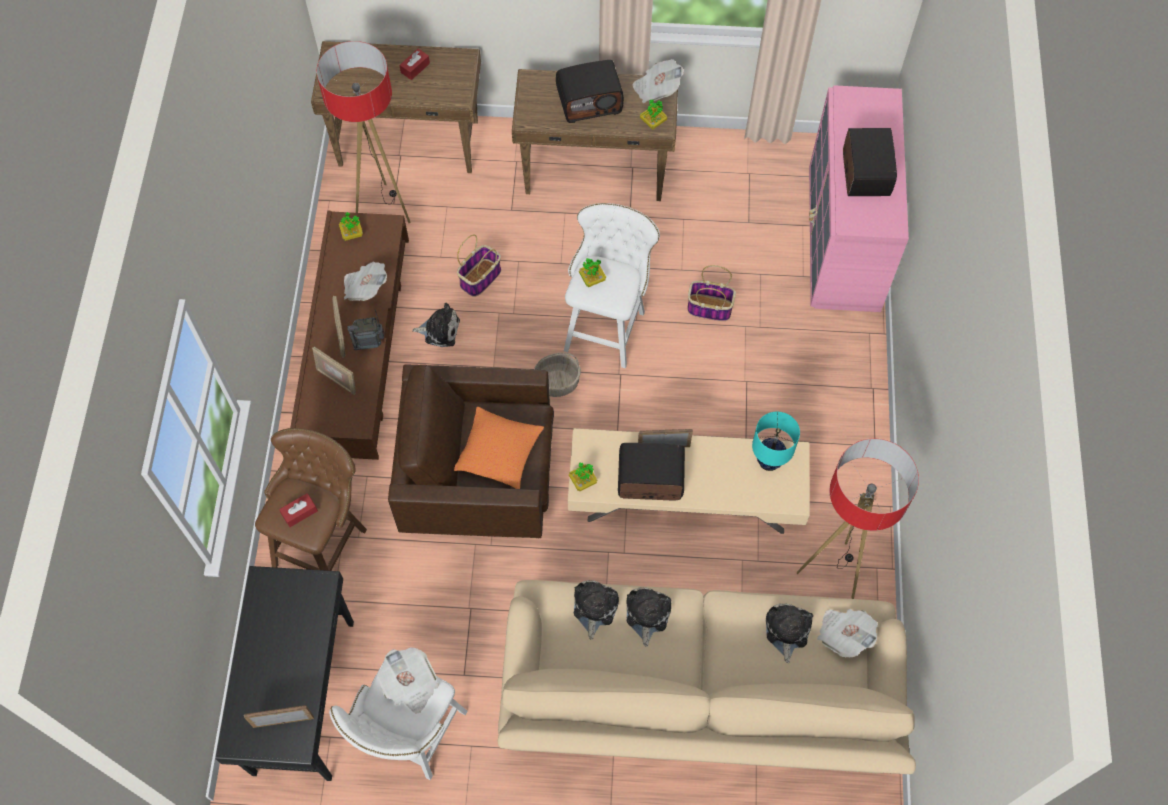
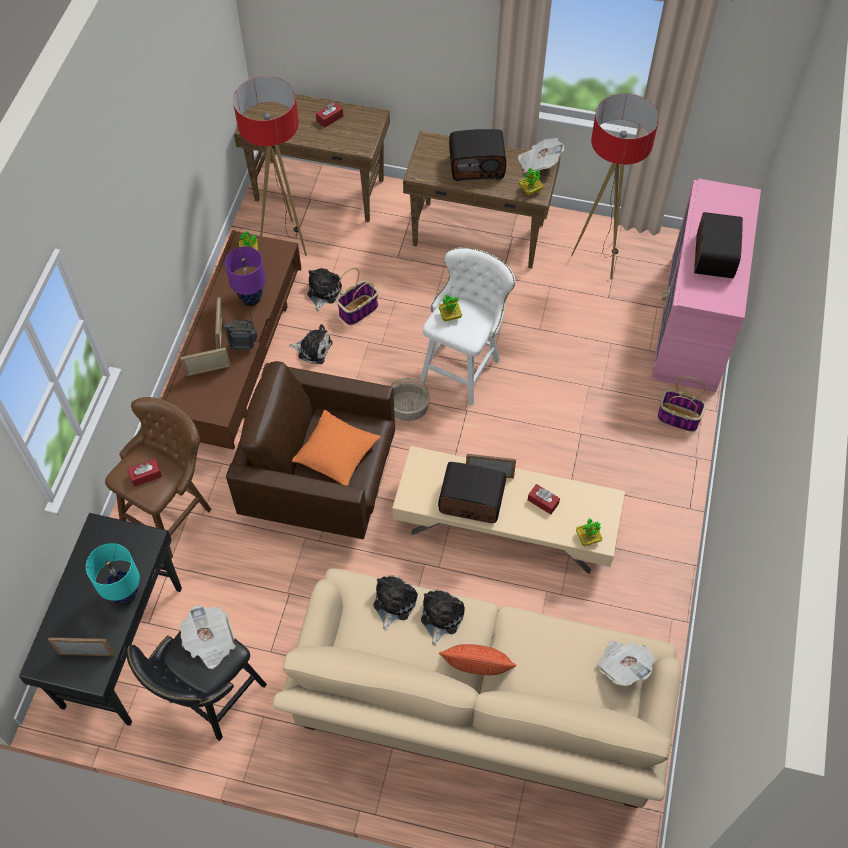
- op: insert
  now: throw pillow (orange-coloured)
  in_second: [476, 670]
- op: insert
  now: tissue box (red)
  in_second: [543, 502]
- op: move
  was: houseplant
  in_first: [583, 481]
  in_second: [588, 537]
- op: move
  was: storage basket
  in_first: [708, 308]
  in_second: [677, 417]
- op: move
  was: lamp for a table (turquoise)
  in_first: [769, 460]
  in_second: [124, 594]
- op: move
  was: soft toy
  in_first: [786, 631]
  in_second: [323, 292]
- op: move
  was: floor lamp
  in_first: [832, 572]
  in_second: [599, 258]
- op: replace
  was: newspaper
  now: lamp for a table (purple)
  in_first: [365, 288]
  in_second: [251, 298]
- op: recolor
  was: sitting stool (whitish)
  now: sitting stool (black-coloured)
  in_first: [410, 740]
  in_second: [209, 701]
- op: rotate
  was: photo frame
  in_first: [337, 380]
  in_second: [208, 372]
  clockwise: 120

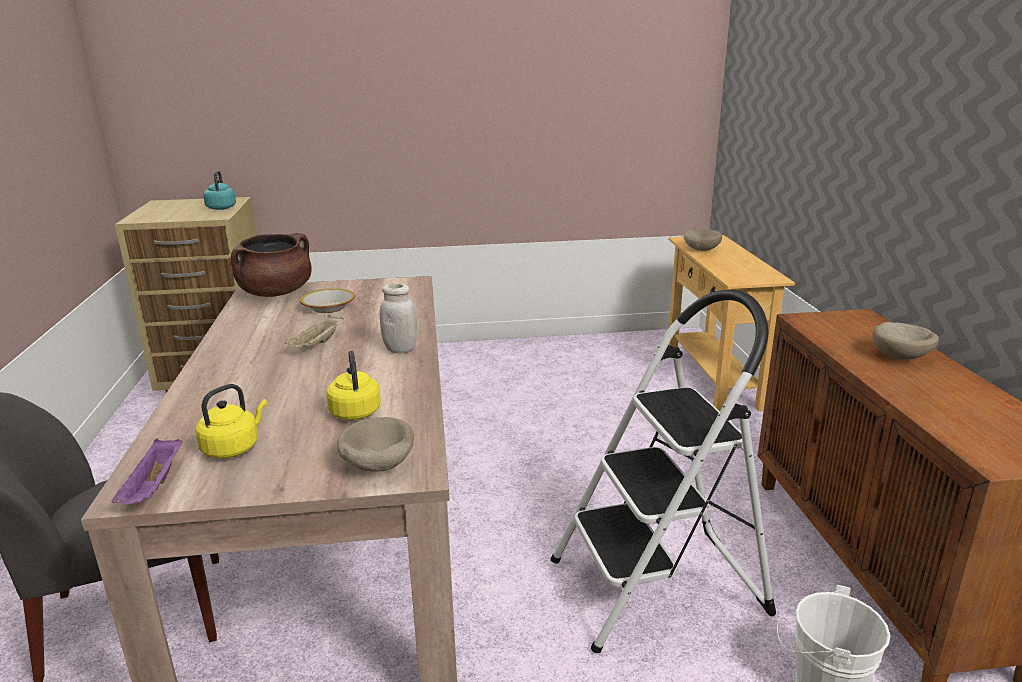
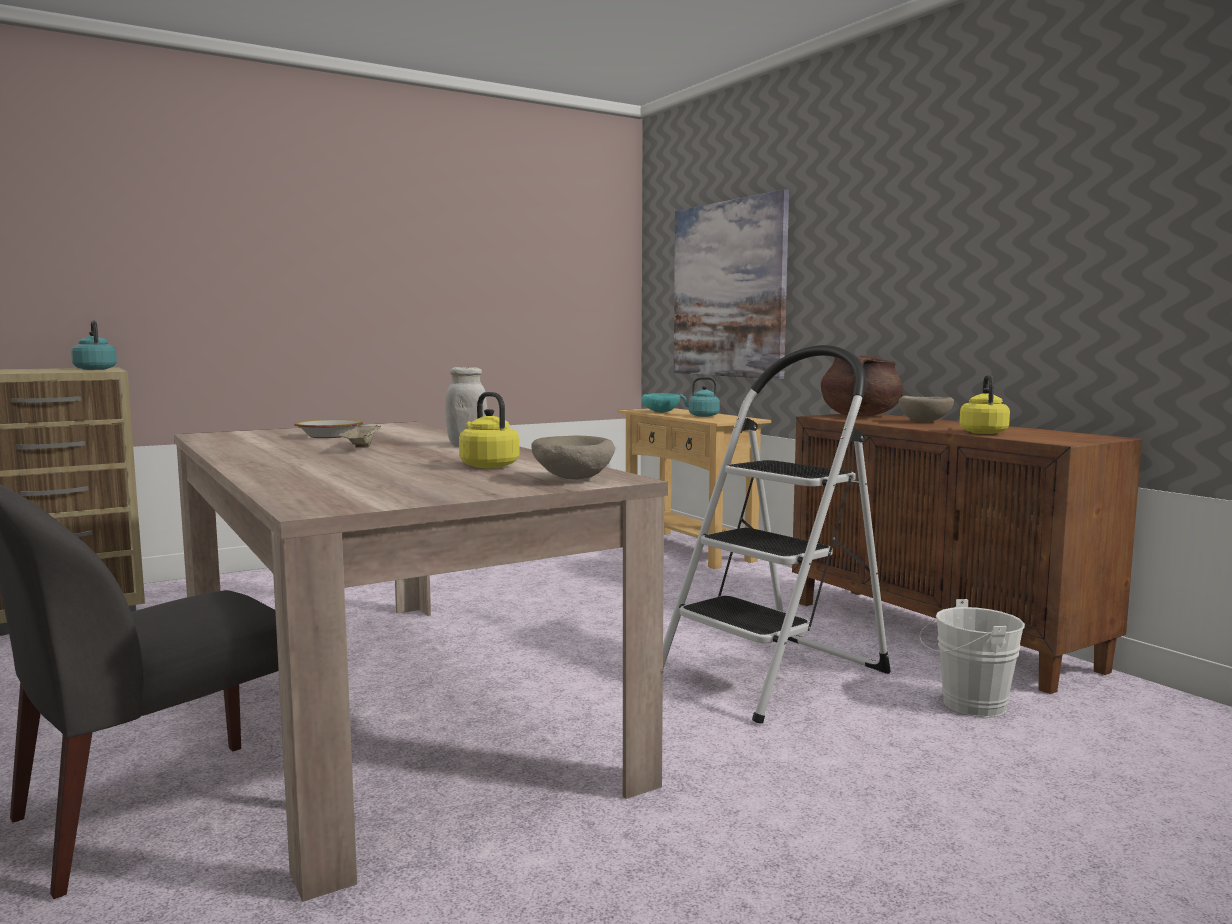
- op: delete
  was: serving tray (purple)
  in_first: [154, 487]
- op: insert
  now: wall art
  in_second: [728, 289]
- op: insert
  now: tea kettle (turquoise)
  in_second: [701, 416]
- op: move
  was: tea kettle (yellow)
  in_first: [233, 448]
  in_second: [983, 432]
- op: move
  was: stockpot (brown-coloured)
  in_first: [276, 293]
  in_second: [860, 416]
- op: recolor
  was: bowl (beige-coloured)
  now: bowl (turquoise)
  in_first: [700, 249]
  in_second: [659, 412]

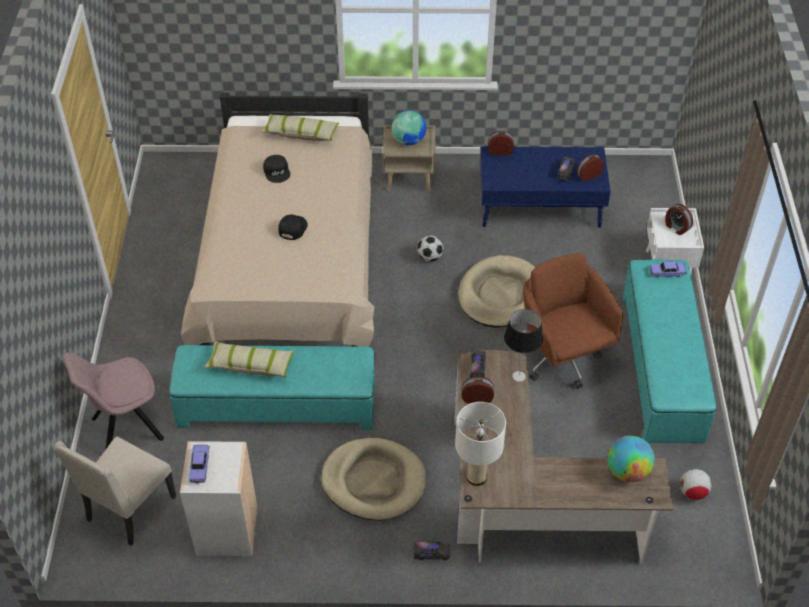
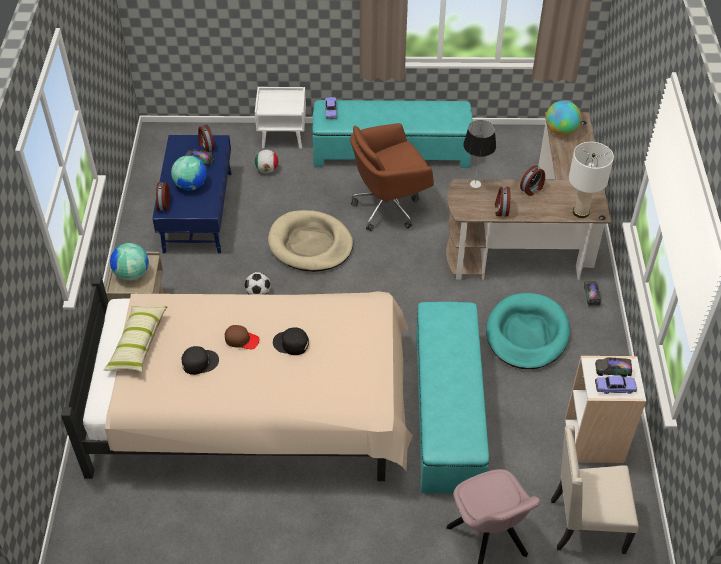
- op: delete
  was: throw pillow
  in_first: [250, 365]
- op: insert
  now: desk globe
  in_second: [191, 185]
- op: insert
  now: baseball cap (brown-coloured)
  in_second: [241, 340]
- op: move
  was: toy lorry
  in_first: [477, 368]
  in_second: [612, 370]
- op: move
  was: bedside clock
  in_first: [676, 227]
  in_second: [532, 189]
- op: move
  was: football
  in_first: [692, 492]
  in_second: [267, 170]
- op: recolor
  was: dog cushion (beige-coloured)
  now: dog cushion (turquoise)
  in_first: [373, 481]
  in_second: [527, 334]
- op: rotate
  was: plain chair (beige-coloured)
  in_first: [129, 510]
  in_second: [585, 525]
  clockwise: 150

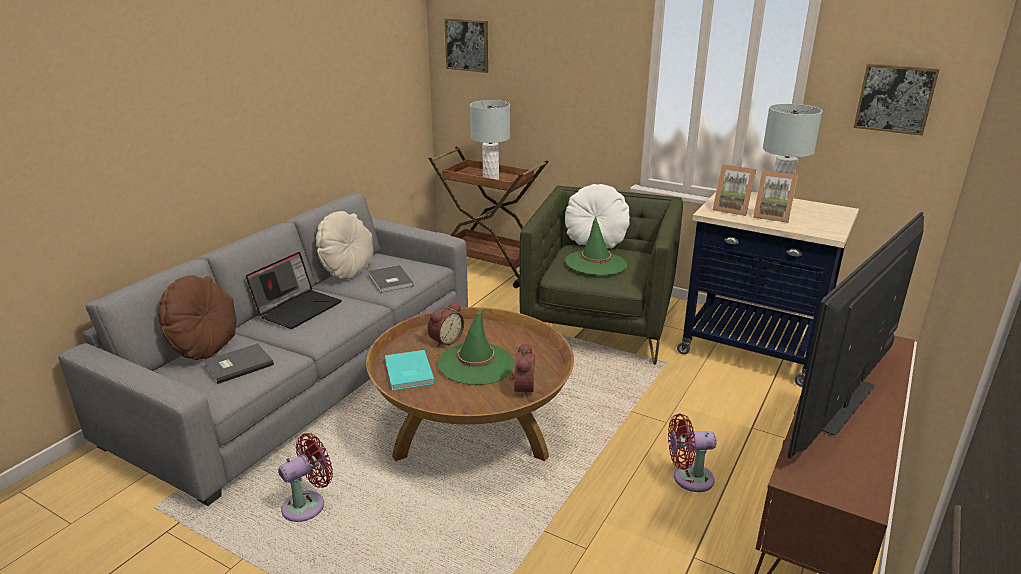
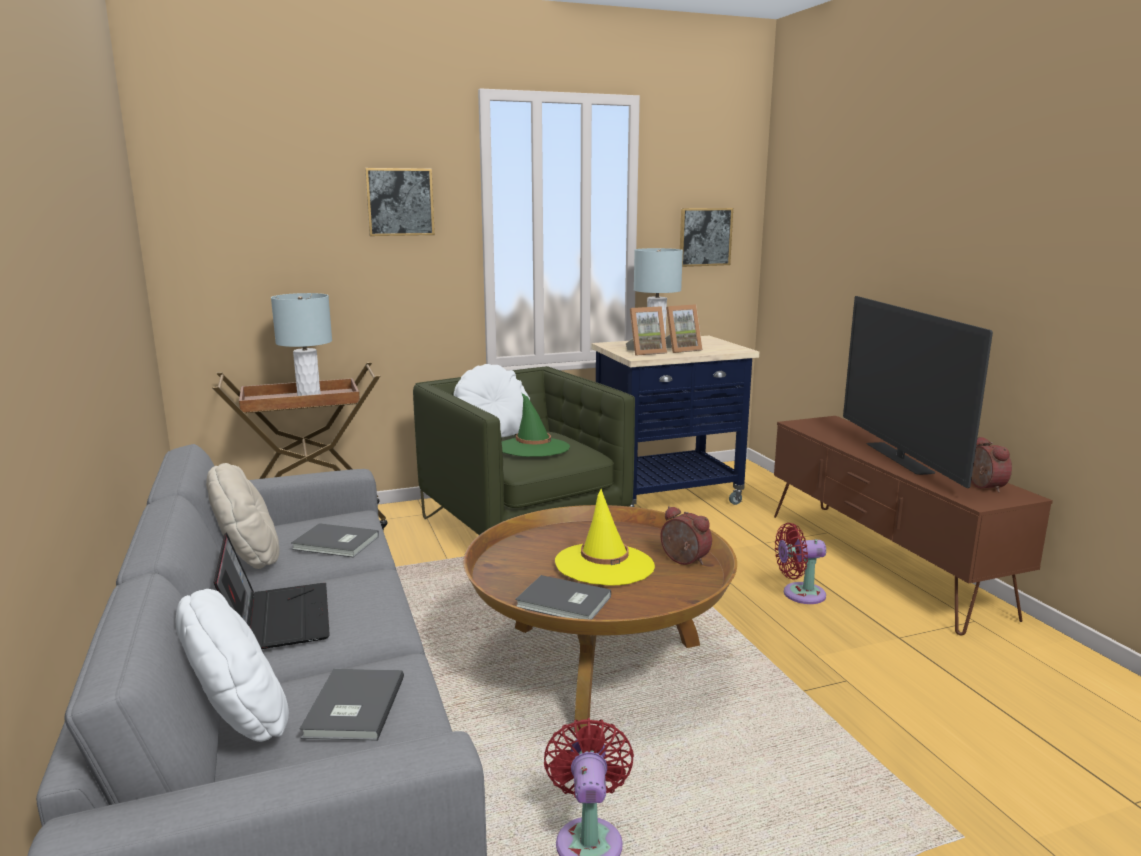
- op: move
  was: bedside clock
  in_first: [445, 340]
  in_second: [982, 486]
- op: move
  was: wall art
  in_first: [467, 45]
  in_second: [400, 202]
- op: recolor
  was: throw pillow (brown-coloured)
  now: throw pillow (whitish)
  in_first: [206, 349]
  in_second: [240, 727]
- op: recolor
  was: book (turquoise)
  now: book (greyish)
  in_first: [407, 372]
  in_second: [564, 603]
- op: recolor
  was: clothing hat (greenish)
  now: clothing hat (yellow)
  in_first: [476, 364]
  in_second: [604, 565]
- op: rotate
  was: electric fan (red)
  in_first: [688, 478]
  in_second: [799, 594]
  clockwise: 45

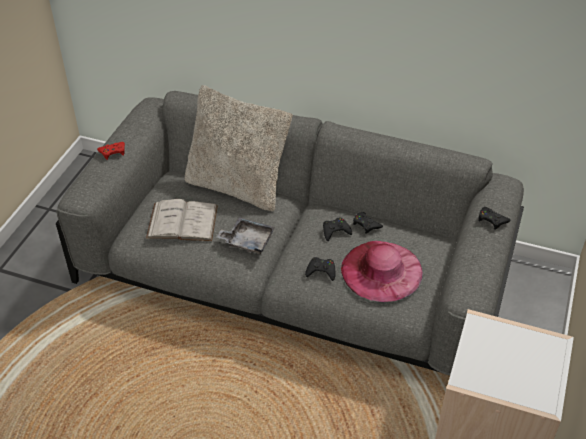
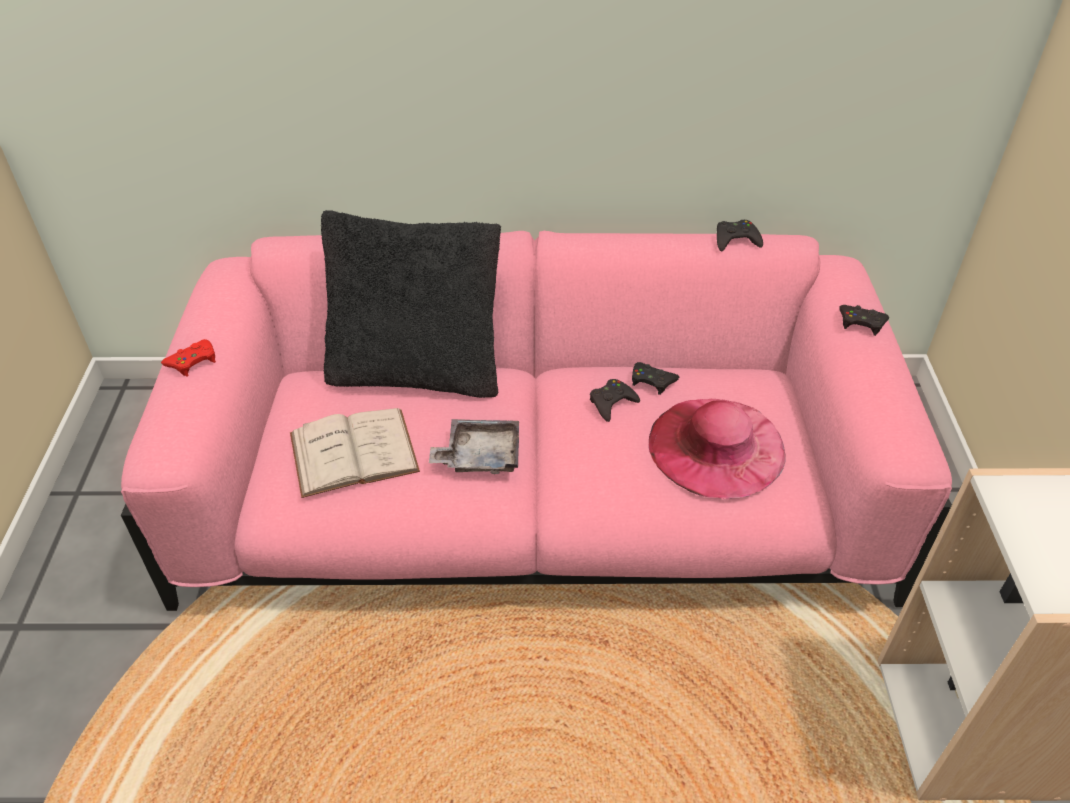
- op: move
  was: gamepad (black-coloured)
  in_first: [321, 271]
  in_second: [736, 240]
- op: recolor
  was: settee (greyish)
  now: settee (pinkish)
  in_first: [294, 272]
  in_second: [537, 487]
- op: recolor
  was: throw pillow (beige-coloured)
  now: throw pillow (black-coloured)
  in_first: [238, 183]
  in_second: [417, 367]

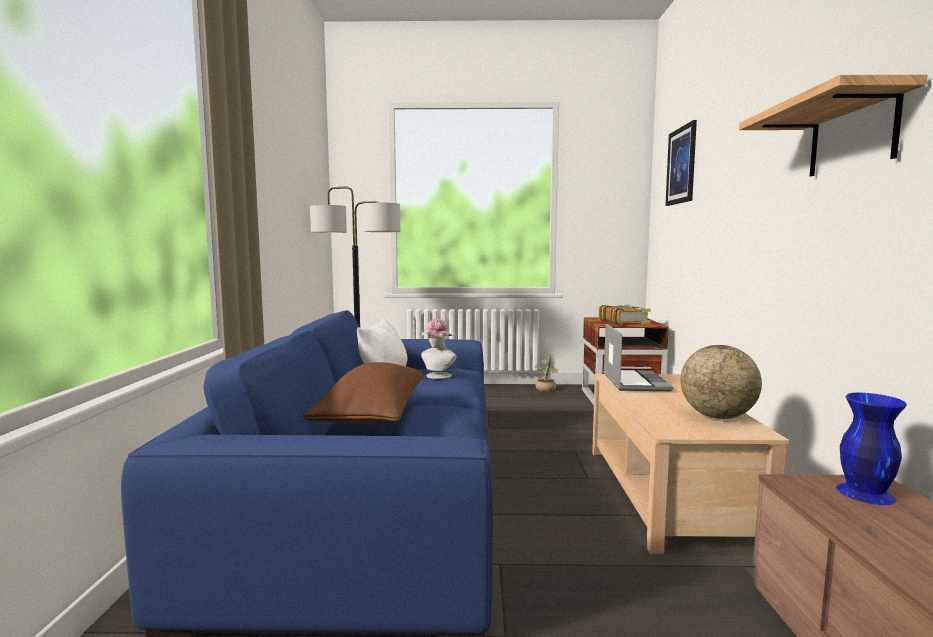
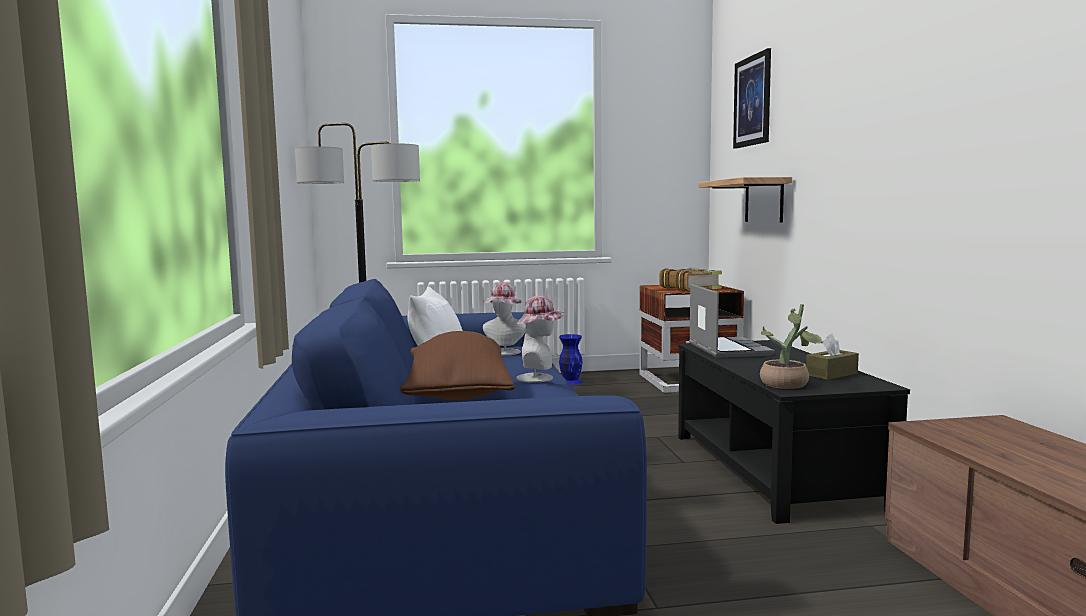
- op: insert
  now: clothing hat
  in_second: [540, 378]
- op: move
  was: houseplant
  in_first: [546, 390]
  in_second: [787, 385]
- op: move
  was: shelf
  in_first: [852, 135]
  in_second: [764, 200]
- op: move
  was: decorative vase (bluish)
  in_first: [864, 493]
  in_second: [570, 381]
- op: replace
  was: desk globe
  now: tissue box (brown-coloured)
  in_first: [717, 416]
  in_second: [831, 374]
- op: recolor
  was: low table (beige-coloured)
  now: low table (black-coloured)
  in_first: [664, 493]
  in_second: [771, 470]

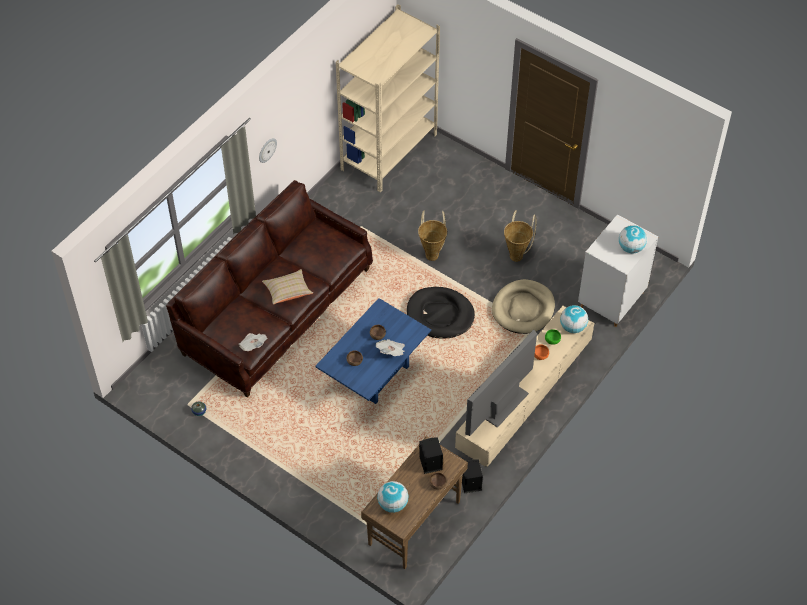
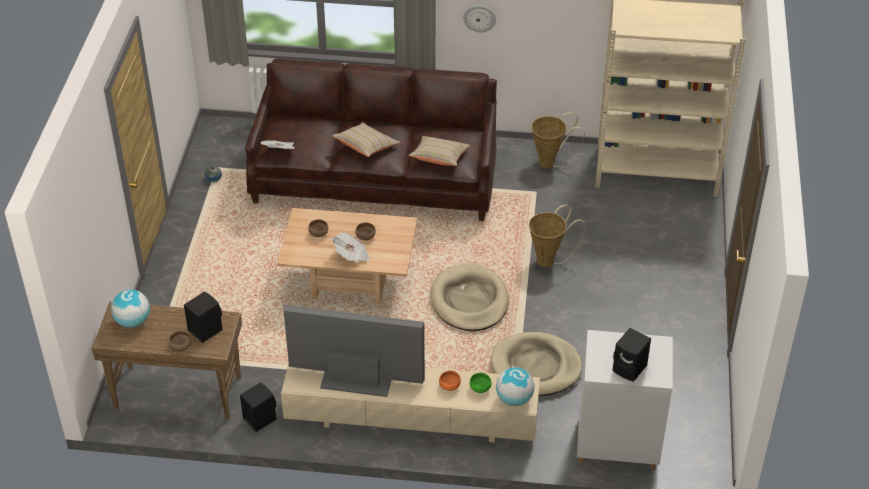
- op: insert
  now: throw pillow (beige-coloured)
  in_second: [439, 159]
- op: move
  was: storage basket
  in_first: [517, 254]
  in_second: [550, 163]
- op: replace
  was: desk globe
  now: audio speaker (black-coloured)
  in_first: [631, 248]
  in_second: [630, 369]
- op: recolor
  was: low table (bluish)
  now: low table (beige-coloured)
  in_first: [374, 374]
  in_second: [350, 282]
- op: recolor
  was: dog cushion (black-coloured)
  now: dog cushion (beige-coloured)
  in_first: [440, 315]
  in_second: [469, 301]

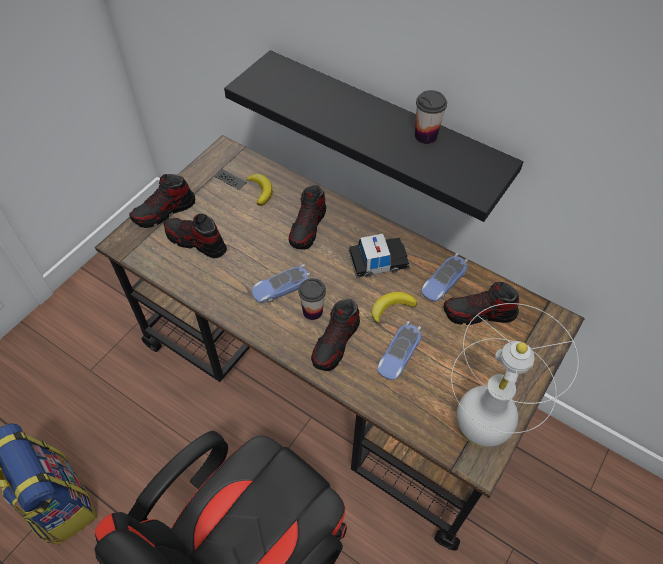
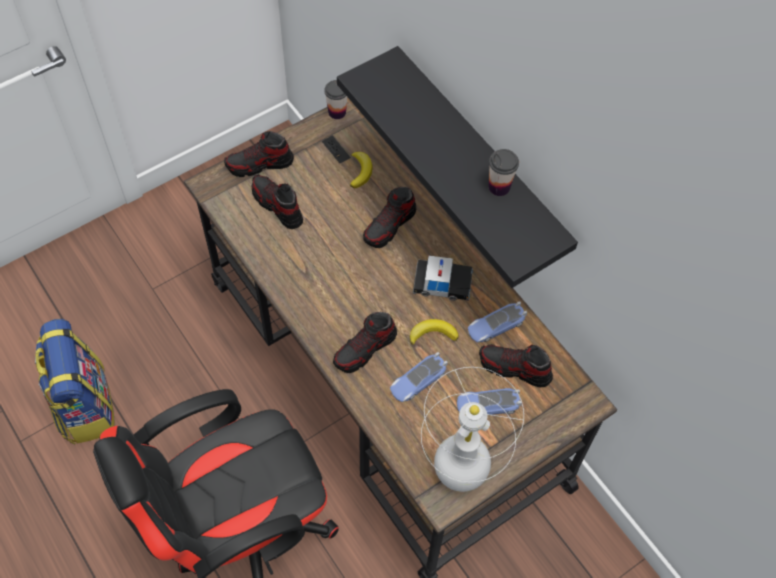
- op: move
  was: miniature car
  in_first: [281, 288]
  in_second: [487, 405]
- op: move
  was: small cup
  in_first: [312, 311]
  in_second: [337, 112]

